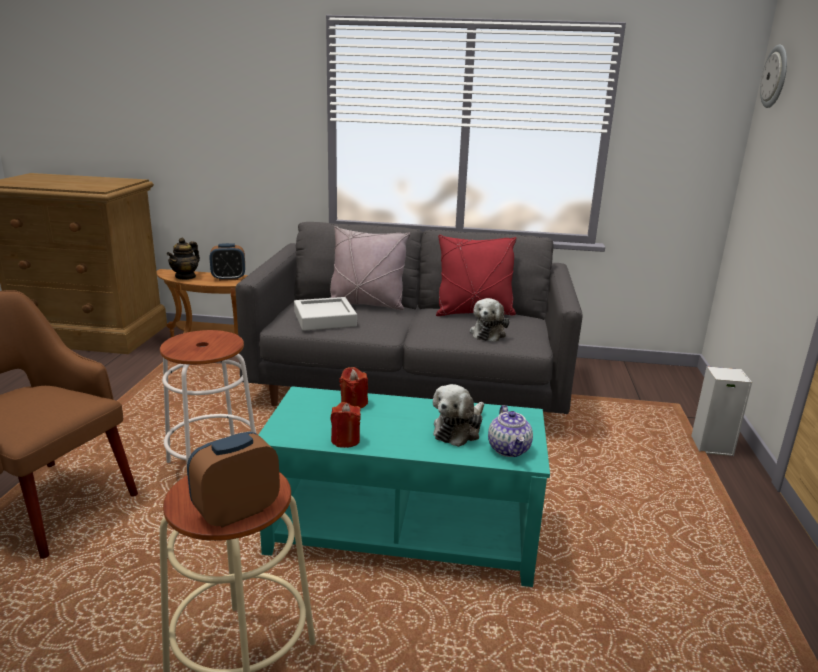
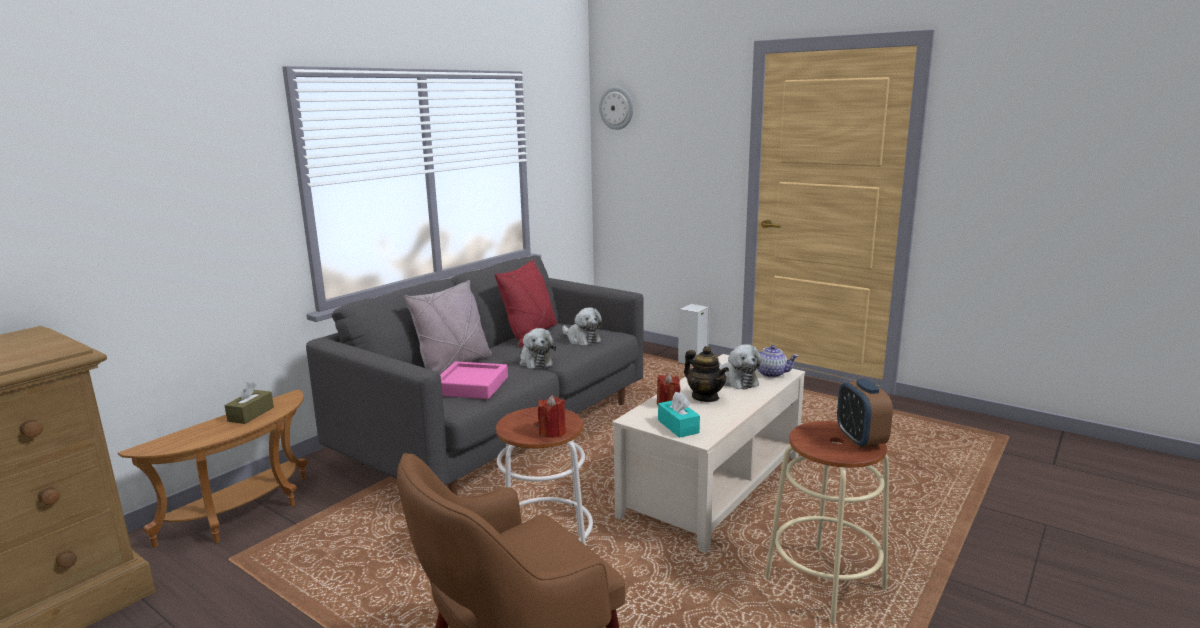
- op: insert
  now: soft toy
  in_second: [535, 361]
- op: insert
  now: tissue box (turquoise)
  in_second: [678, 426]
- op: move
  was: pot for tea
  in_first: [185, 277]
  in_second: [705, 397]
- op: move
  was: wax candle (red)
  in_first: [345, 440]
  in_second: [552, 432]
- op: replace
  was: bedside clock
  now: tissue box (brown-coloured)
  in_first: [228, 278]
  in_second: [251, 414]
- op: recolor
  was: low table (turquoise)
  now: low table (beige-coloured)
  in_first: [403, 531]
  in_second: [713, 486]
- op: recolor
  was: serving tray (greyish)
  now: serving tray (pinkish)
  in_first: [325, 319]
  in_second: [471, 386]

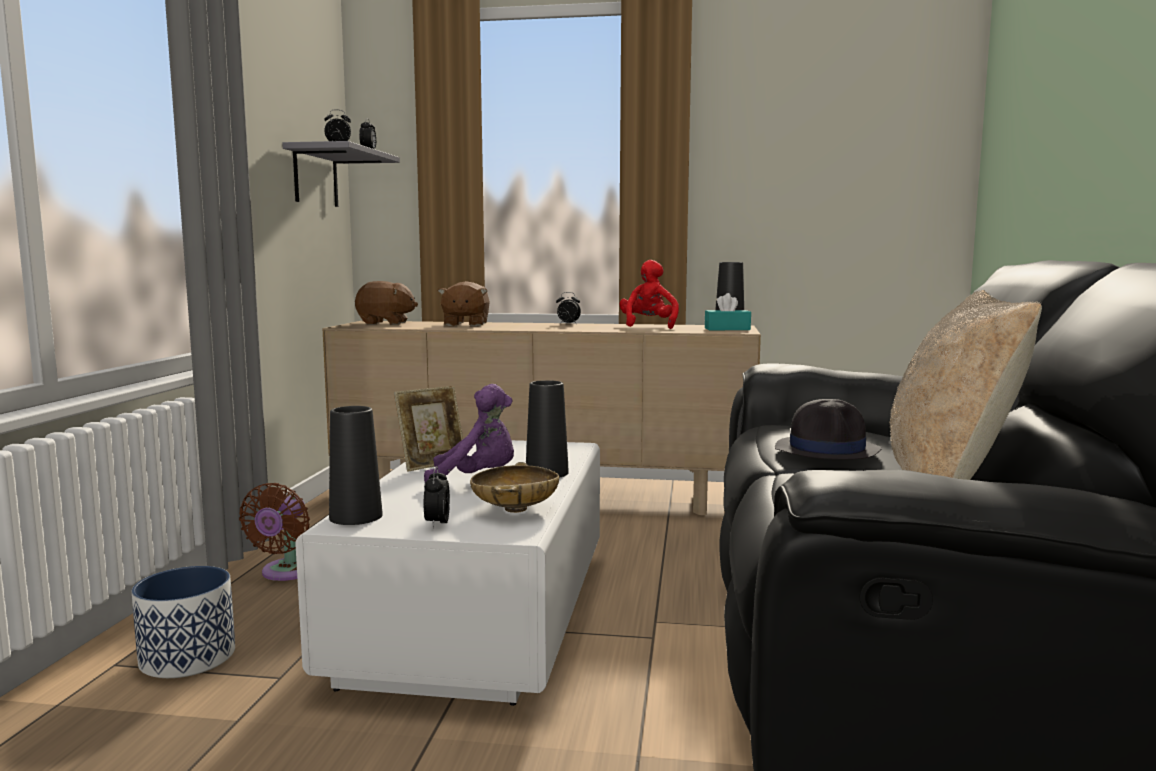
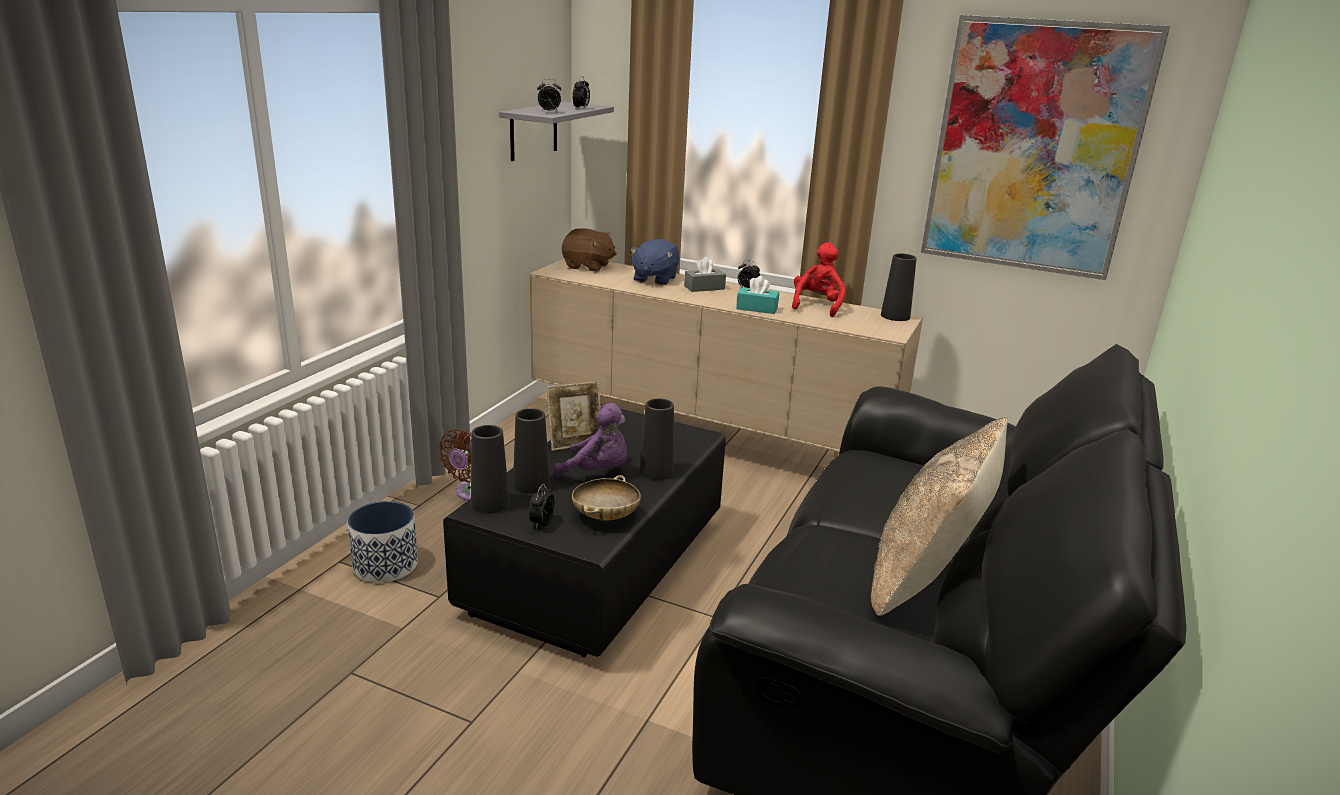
- op: delete
  was: clothing hat (black-coloured)
  in_first: [828, 450]
- op: insert
  now: decorative vase (black-coloured)
  in_second: [531, 484]
- op: insert
  now: tissue box (greyish)
  in_second: [704, 288]
- op: insert
  now: wall art
  in_second: [1034, 148]
- op: move
  was: tissue box (turquoise)
  in_first: [727, 329]
  in_second: [757, 308]
- op: recolor
  was: low table (whitish)
  now: low table (black-coloured)
  in_first: [480, 615]
  in_second: [597, 566]
- op: recolor
  was: soft toy (brown-coloured)
  now: soft toy (bluish)
  in_first: [465, 324]
  in_second: [654, 279]

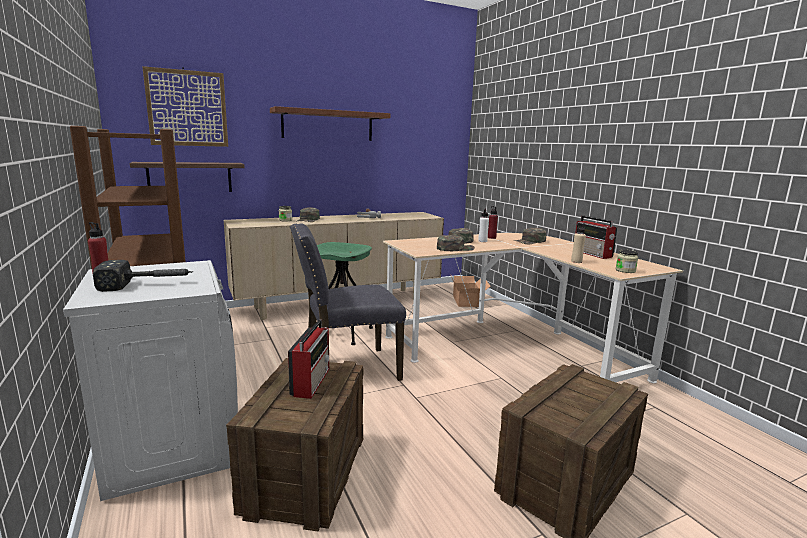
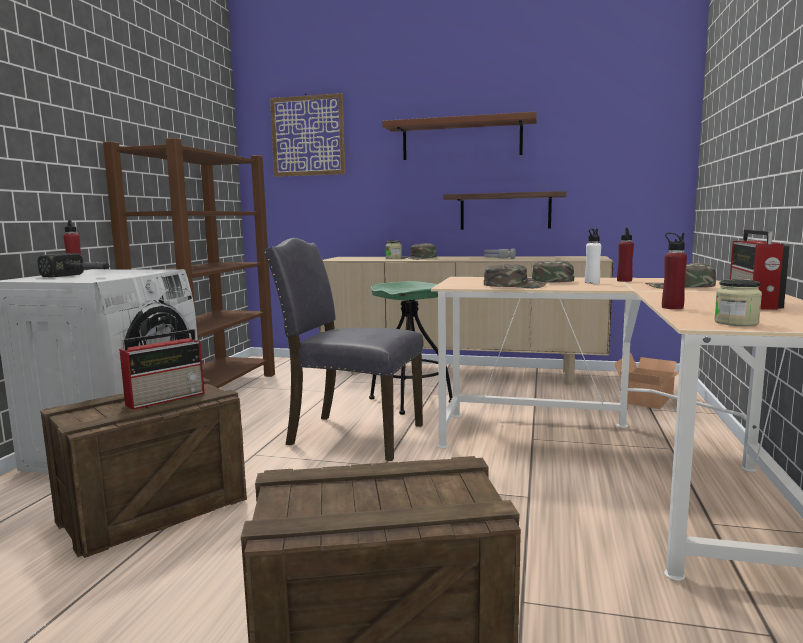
- op: move
  was: shelf
  in_first: [190, 177]
  in_second: [505, 211]
- op: recolor
  was: bottle (beige-coloured)
  now: bottle (red)
  in_first: [576, 261]
  in_second: [672, 307]

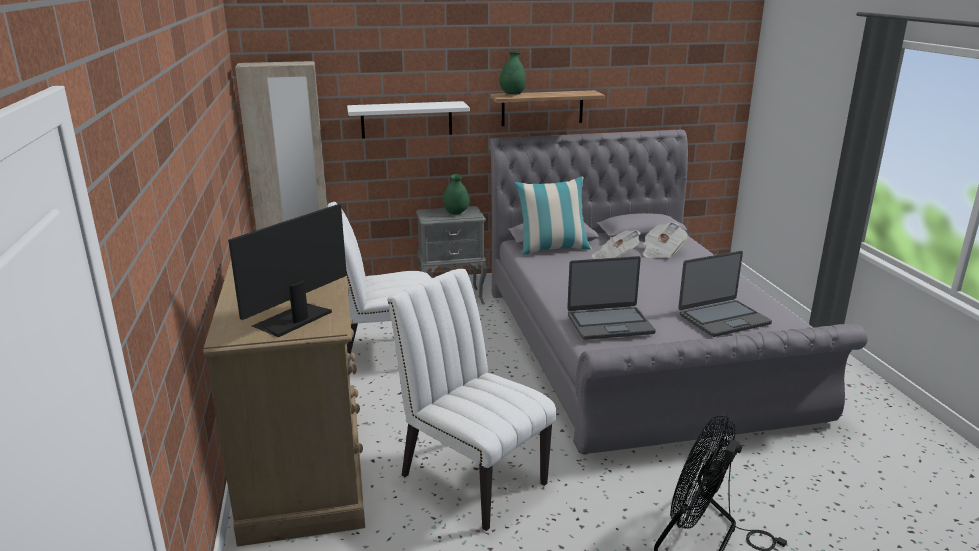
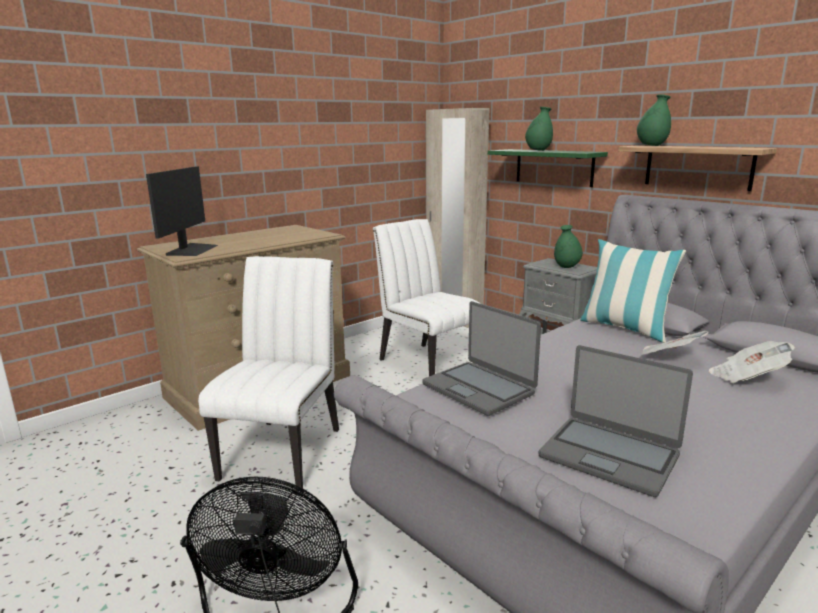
- op: insert
  now: decorative vase (greenish)
  in_second: [538, 150]
- op: recolor
  was: shelf (whitish)
  now: shelf (greenish)
  in_first: [406, 119]
  in_second: [554, 167]
- op: rotate
  was: computer screen
  in_first: [293, 319]
  in_second: [191, 250]
  clockwise: 90

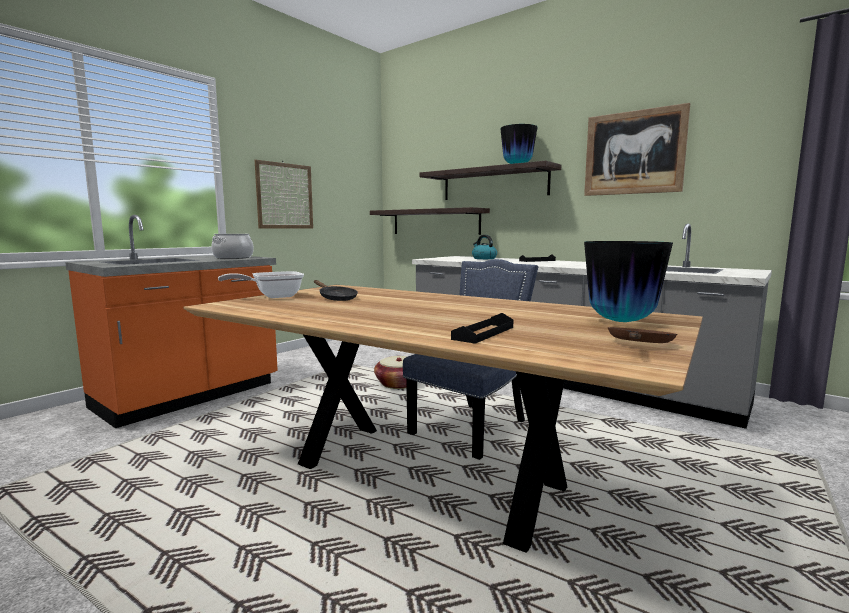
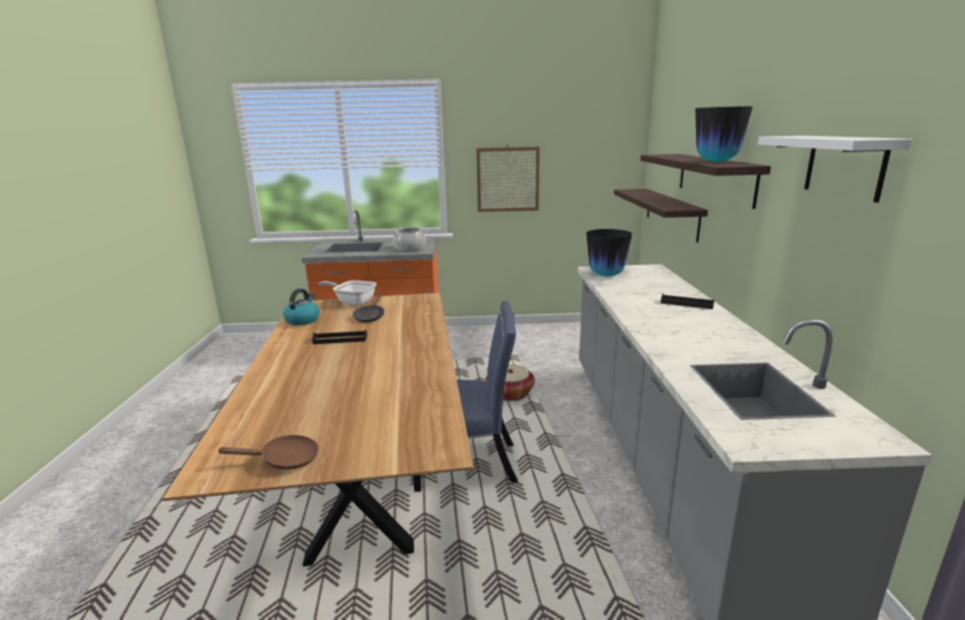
- op: move
  was: serving tray (black-coloured)
  in_first: [483, 333]
  in_second: [340, 339]
- op: move
  was: tea kettle
  in_first: [483, 258]
  in_second: [302, 320]
- op: move
  was: decorative vase
  in_first: [621, 321]
  in_second: [606, 276]
- op: replace
  was: wall art
  now: shelf (whitish)
  in_first: [633, 153]
  in_second: [844, 166]

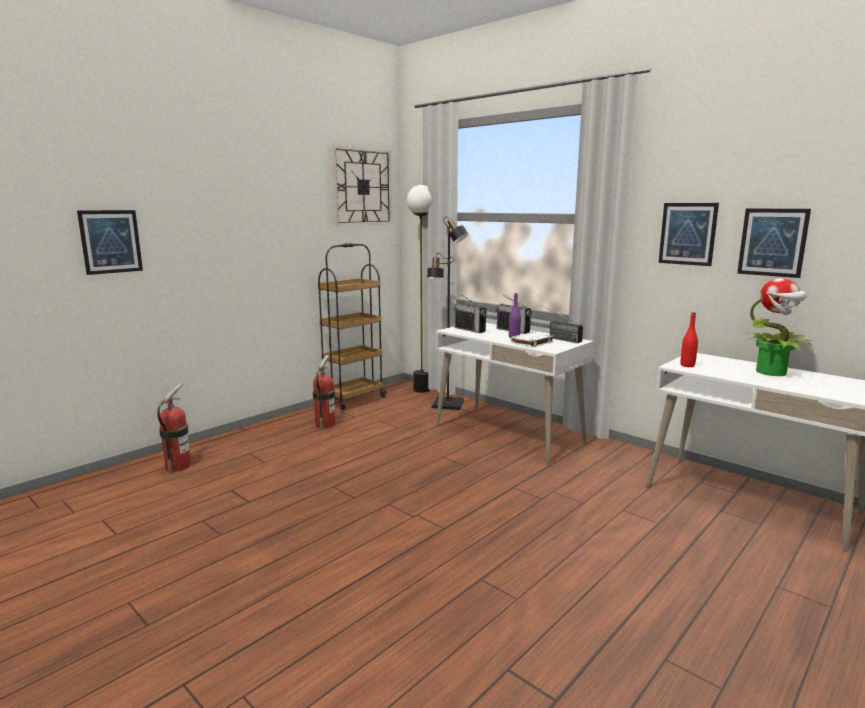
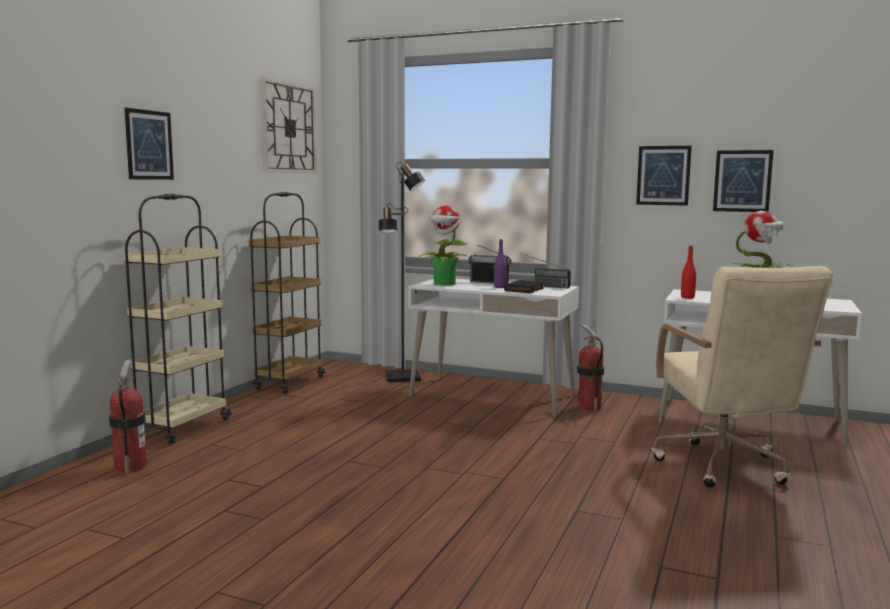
- op: delete
  was: floor lamp
  in_first: [421, 389]
- op: insert
  now: wheeled cart (beige-coloured)
  in_second: [183, 429]
- op: insert
  now: computer chair (beige-coloured)
  in_second: [724, 468]
- op: move
  was: wall art
  in_first: [111, 241]
  in_second: [149, 145]
- op: move
  was: fire-fighting cylinder
  in_first: [325, 424]
  in_second: [588, 407]
- op: replace
  was: radio
  now: houseplant
  in_first: [470, 330]
  in_second: [444, 284]
- op: recolor
  was: book (whitish)
  now: book (black-coloured)
  in_first: [532, 342]
  in_second: [524, 290]

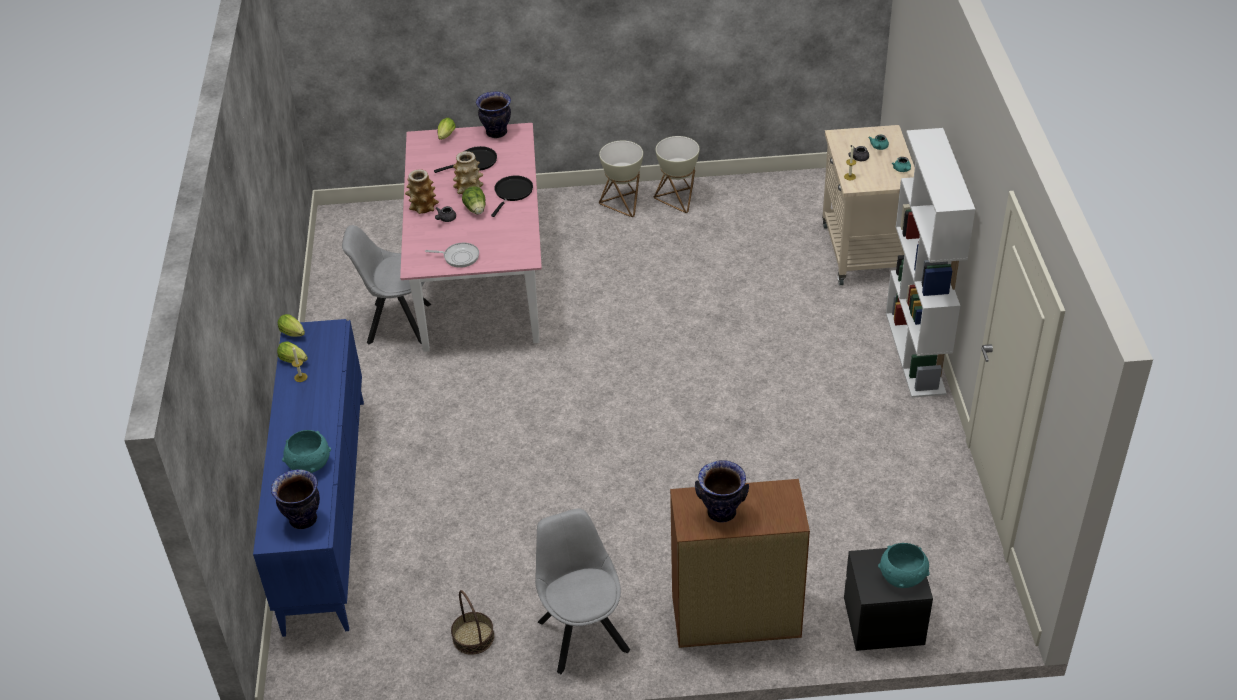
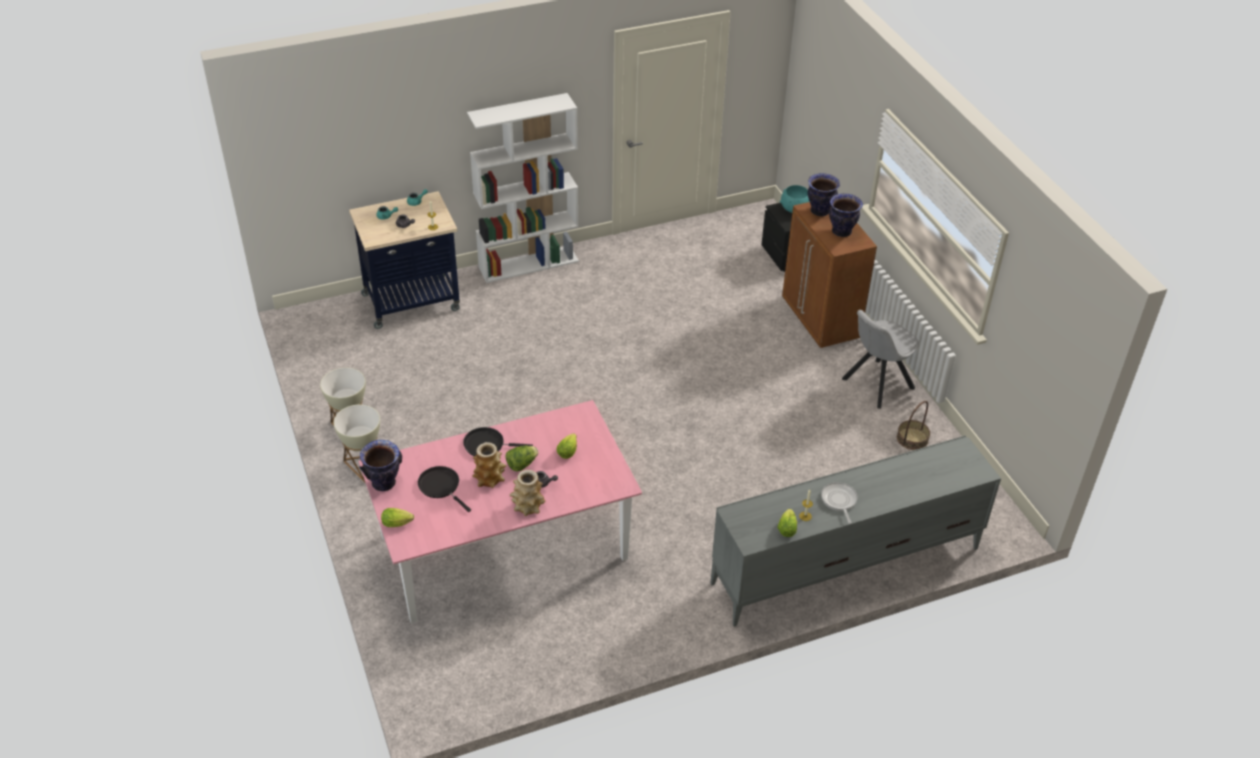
- op: delete
  was: bowl (turquoise)
  in_first: [309, 464]
- op: delete
  was: plain chair (greyish)
  in_first: [397, 323]
- op: move
  was: decorative vase
  in_first: [304, 519]
  in_second: [819, 211]
- op: move
  was: lettuce
  in_first: [294, 334]
  in_second: [568, 451]
- op: move
  was: frying pan
  in_first: [459, 257]
  in_second: [839, 501]
- op: recolor
  was: storage cabinet (bluish)
  now: storage cabinet (greyish)
  in_first: [325, 510]
  in_second: [845, 567]
- op: recolor
  was: wheeled cart (beige-coloured)
  now: wheeled cart (bluish)
  in_first: [863, 254]
  in_second: [412, 302]

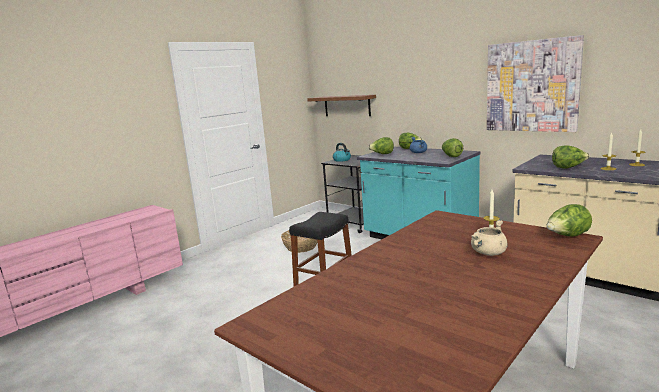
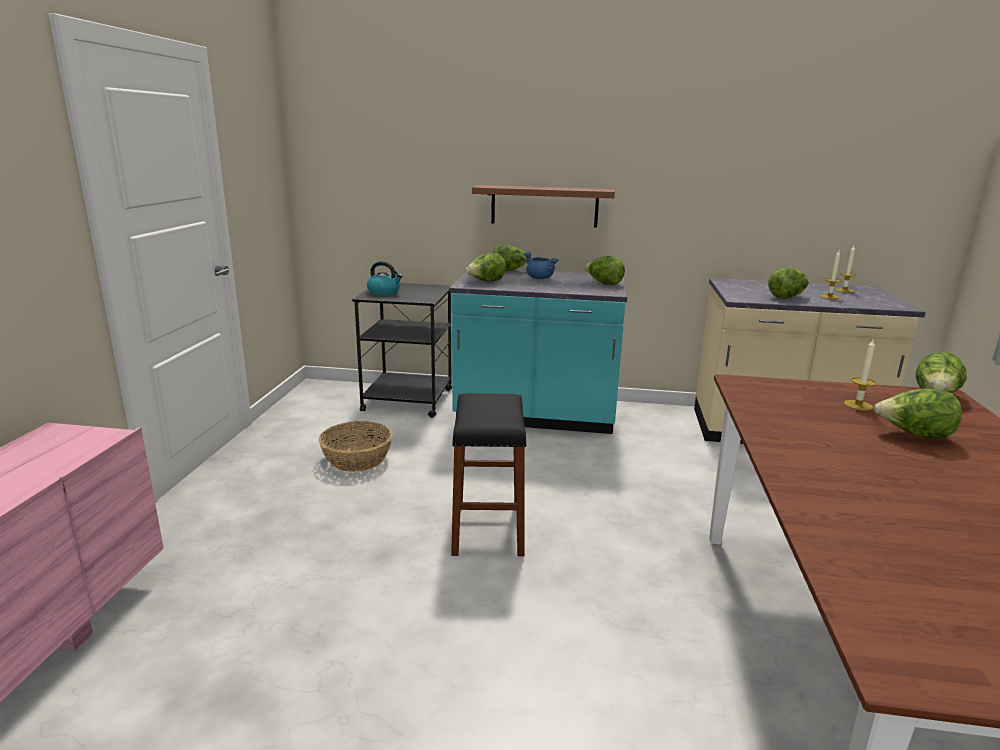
- op: delete
  was: wall art
  in_first: [532, 86]
- op: move
  was: shelf (brown-coloured)
  in_first: [347, 106]
  in_second: [544, 206]
- op: replace
  was: stockpot (beige-coloured)
  now: lettuce
  in_first: [488, 253]
  in_second: [913, 435]

